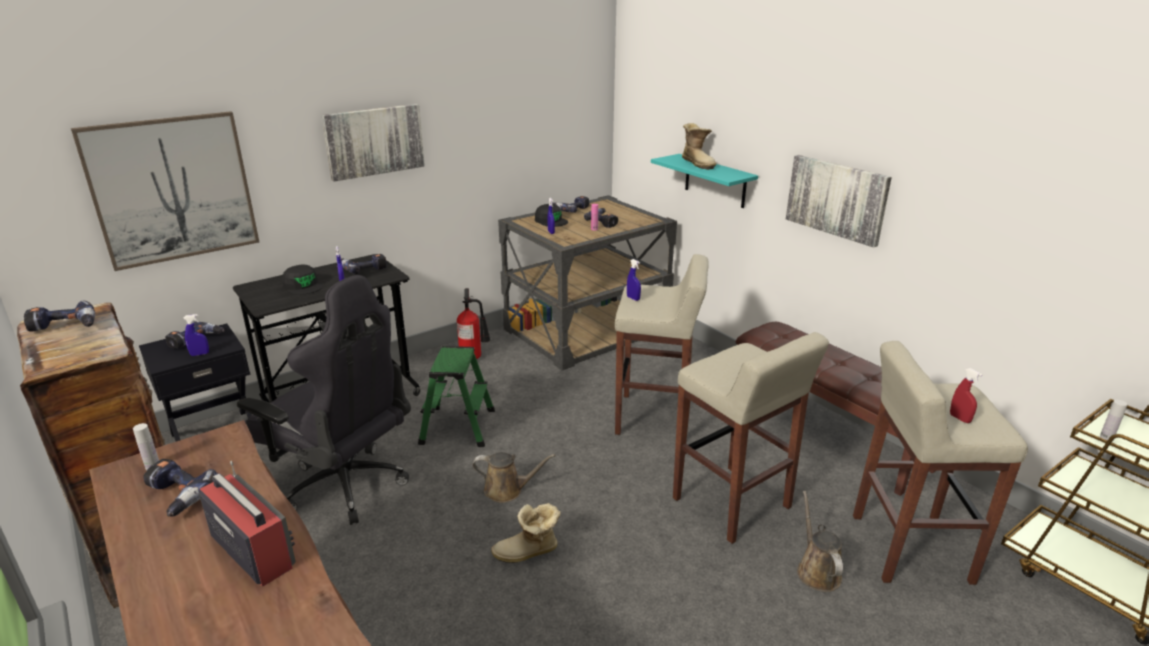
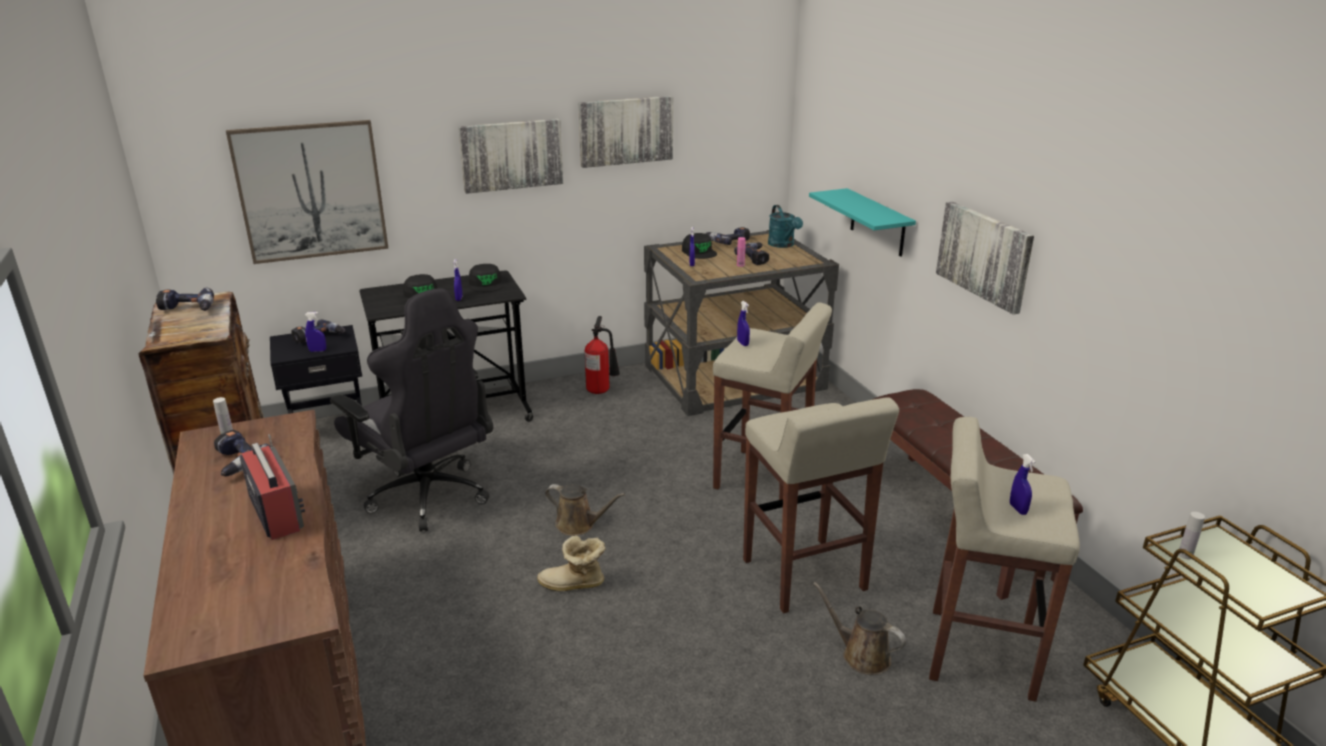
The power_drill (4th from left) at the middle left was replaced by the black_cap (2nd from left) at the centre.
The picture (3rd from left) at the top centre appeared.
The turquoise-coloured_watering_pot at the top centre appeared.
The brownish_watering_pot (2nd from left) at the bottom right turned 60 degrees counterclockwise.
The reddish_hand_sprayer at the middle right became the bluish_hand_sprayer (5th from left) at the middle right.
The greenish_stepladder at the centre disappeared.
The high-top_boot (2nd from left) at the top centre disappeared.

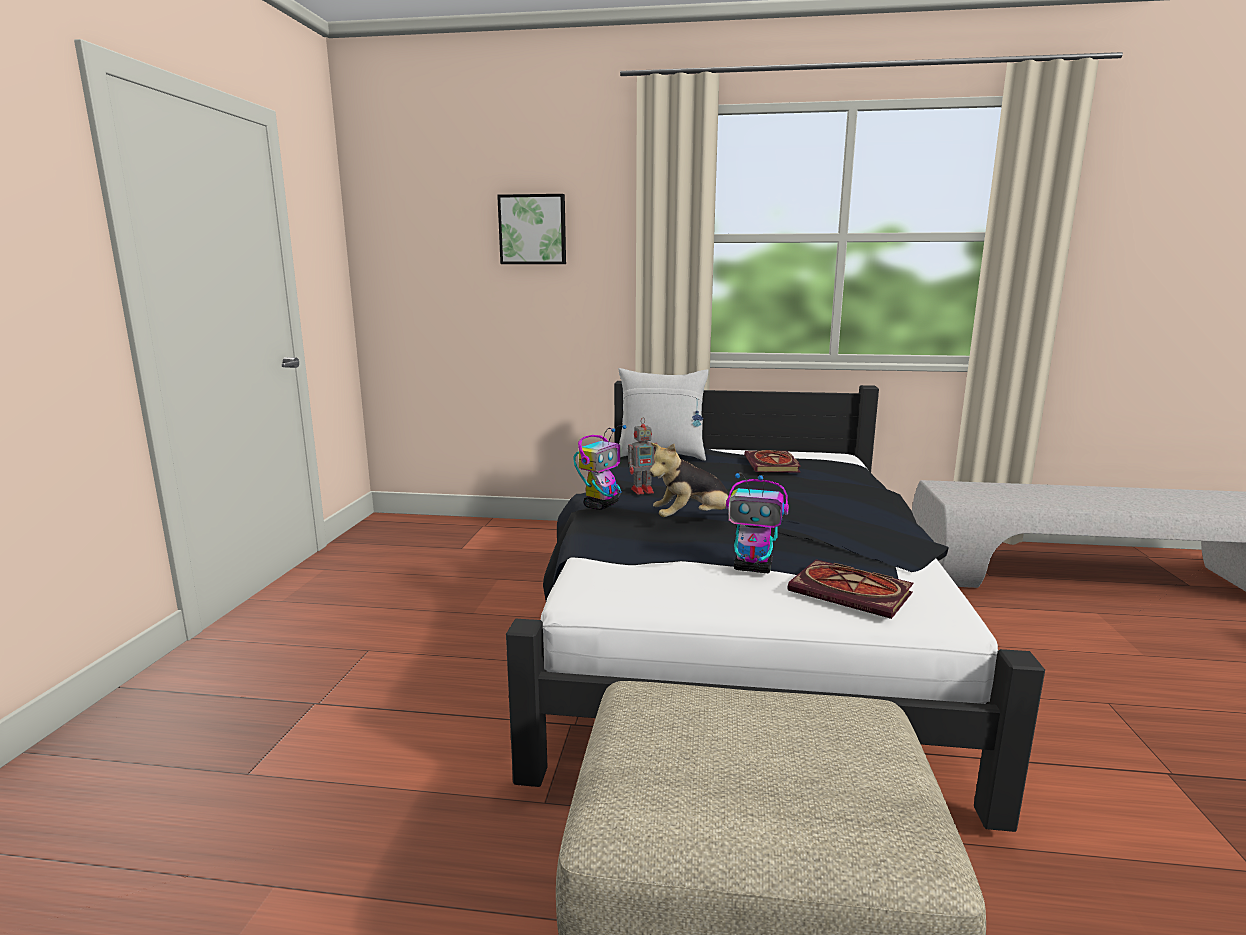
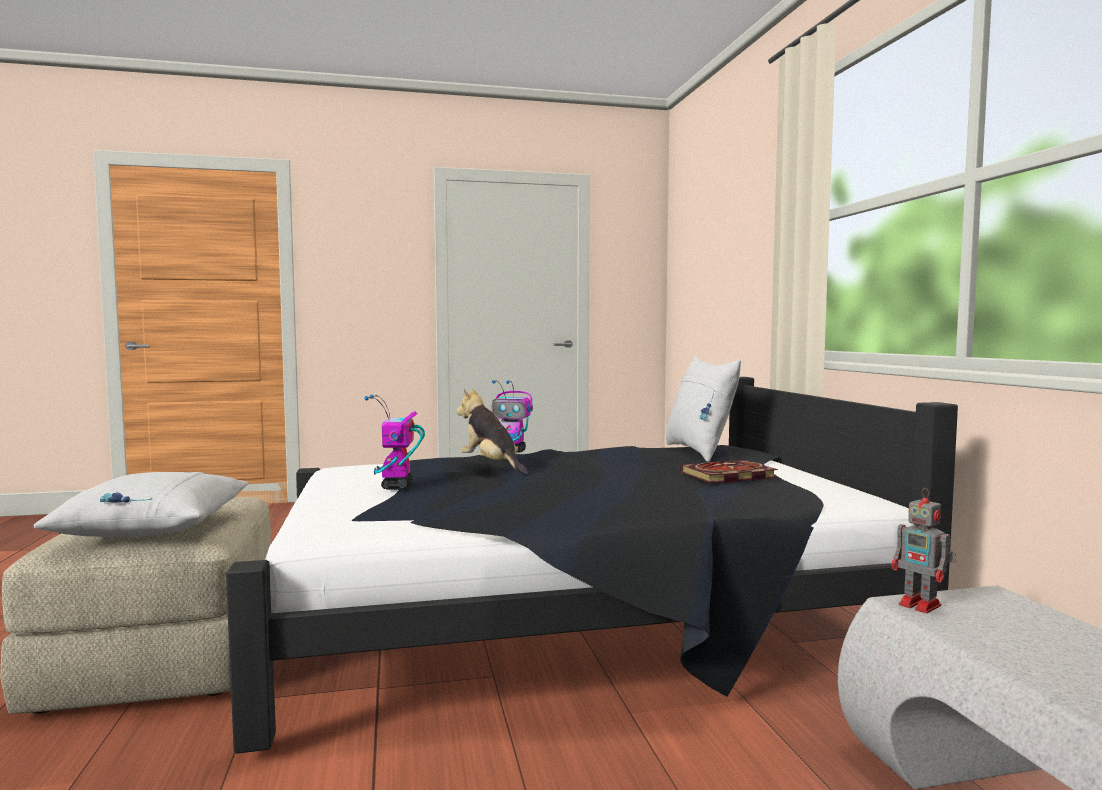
The grey_throw_pillow (1st from left) at the middle left appeared.
The model_robot (2nd from left in the first image) moved from the centre to the bottom right.
The picture at the top centre disappeared.
The book (2nd from left) at the middle right disappeared.

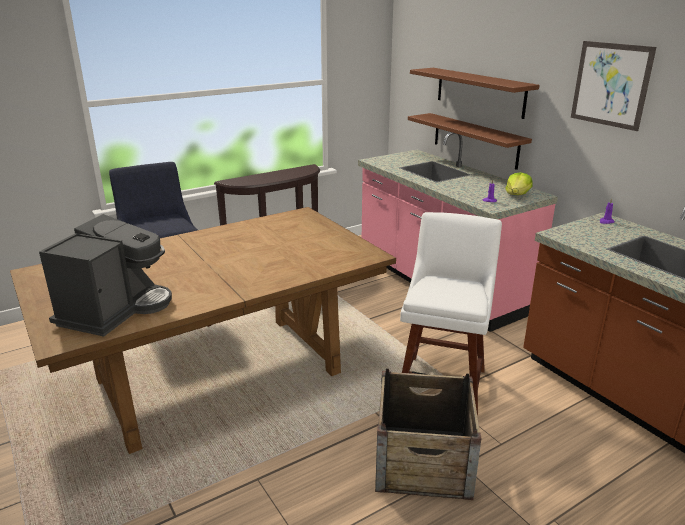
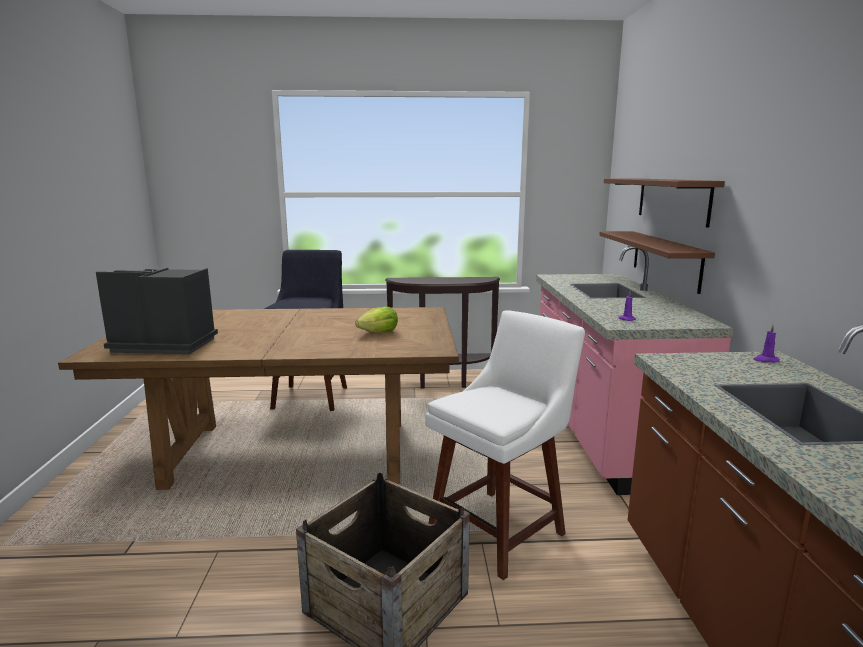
The coffee_maker at the middle left turned 135 degrees counterclockwise.
The lettuce_head moved from the middle right to the centre.
The picture at the top right disappeared.

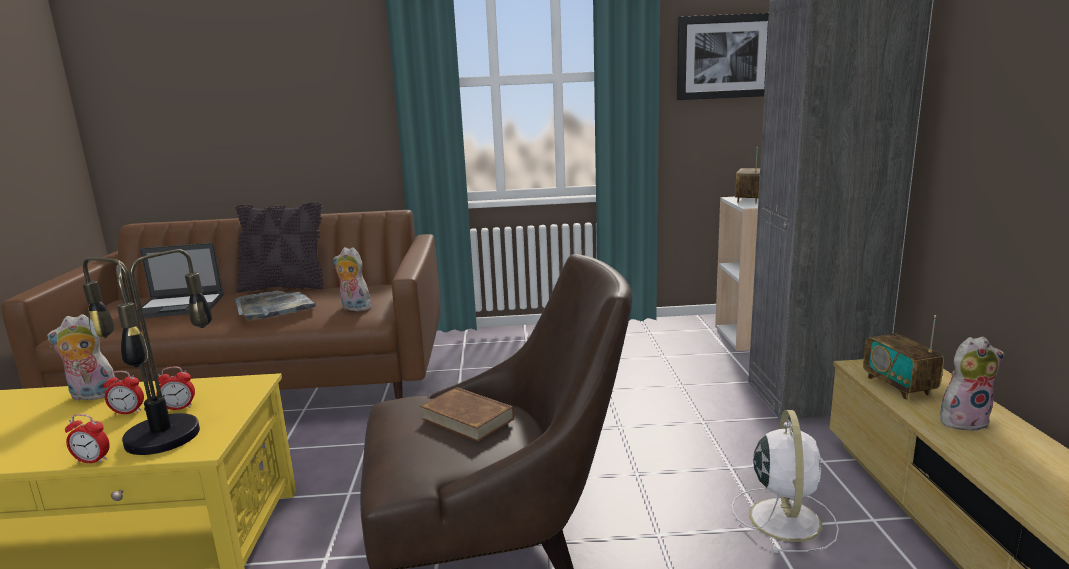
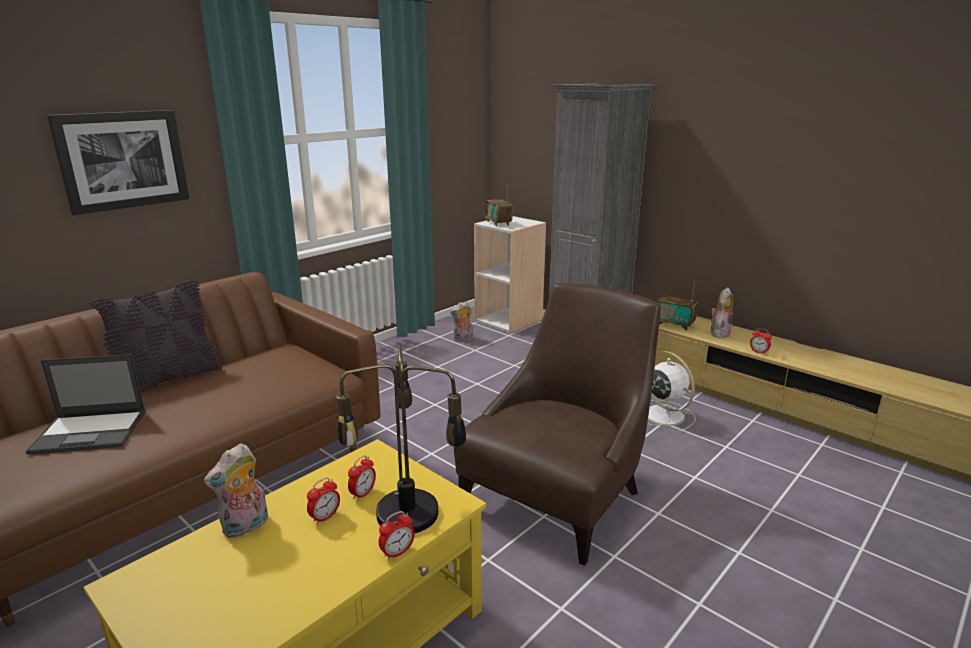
The laptop at the middle left turned 45 degrees clockwise.
The picture moved from the top right to the top left.
The cuddly_toy (2nd from left) moved from the middle left to the centre.
The table_clock (4th from left) at the middle right appeared.
The grey_carrying_tray at the middle left disappeared.
The brownish_book at the bottom centre disappeared.

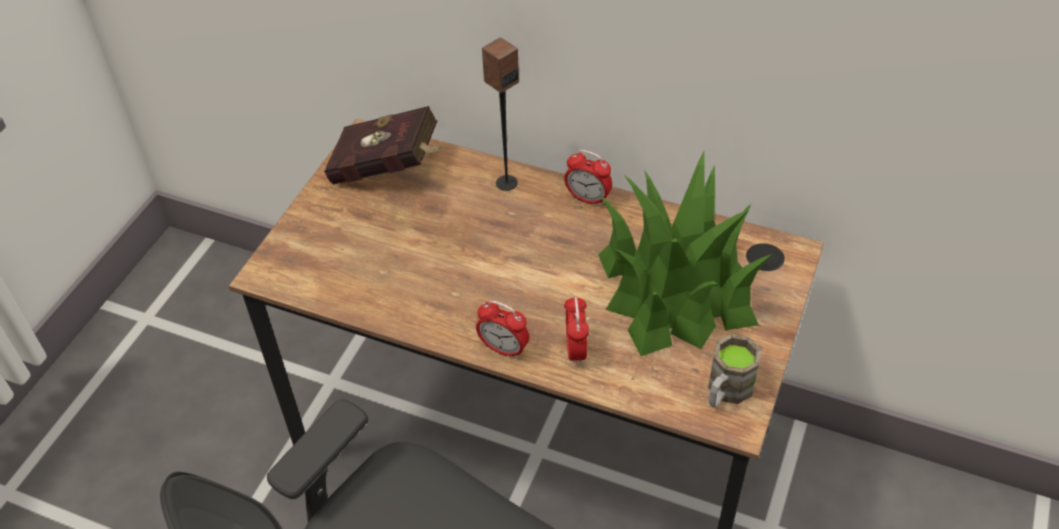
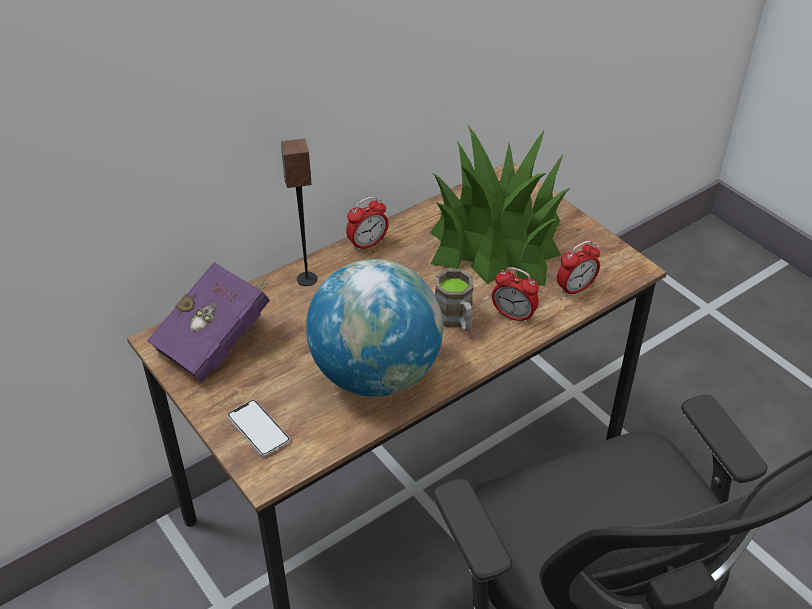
The reddish_book at the top centre became the purple_book at the middle left.
The phone at the bottom left appeared.
The world_globe at the centre appeared.
The brownish_coffee_mug moved from the bottom right to the centre.
The table_clock (1st from left in the first image) moved from the centre to the middle right.

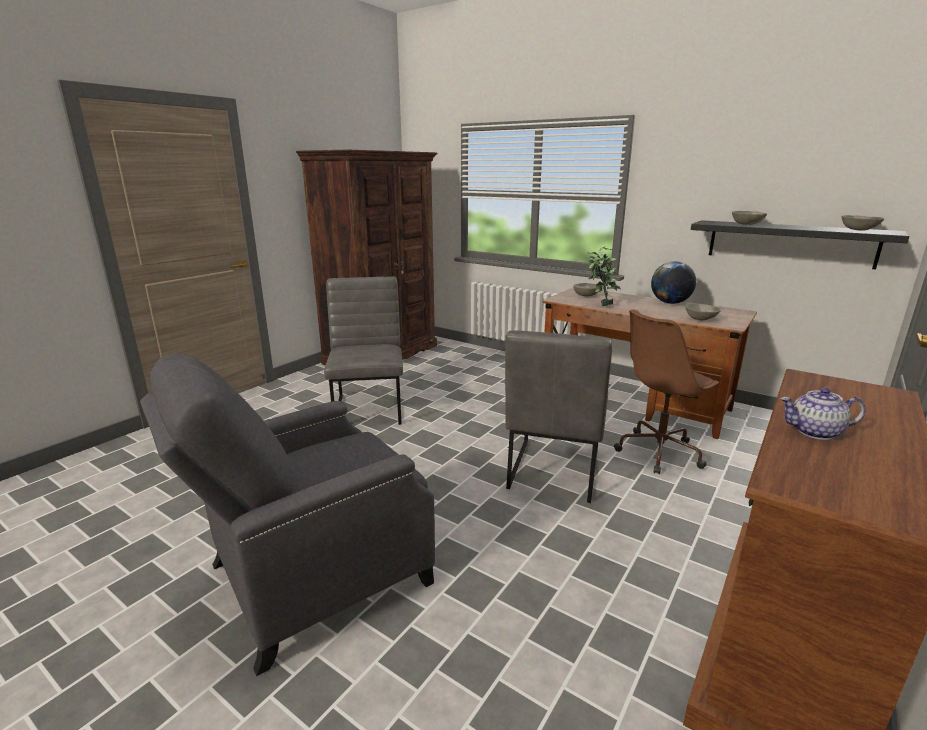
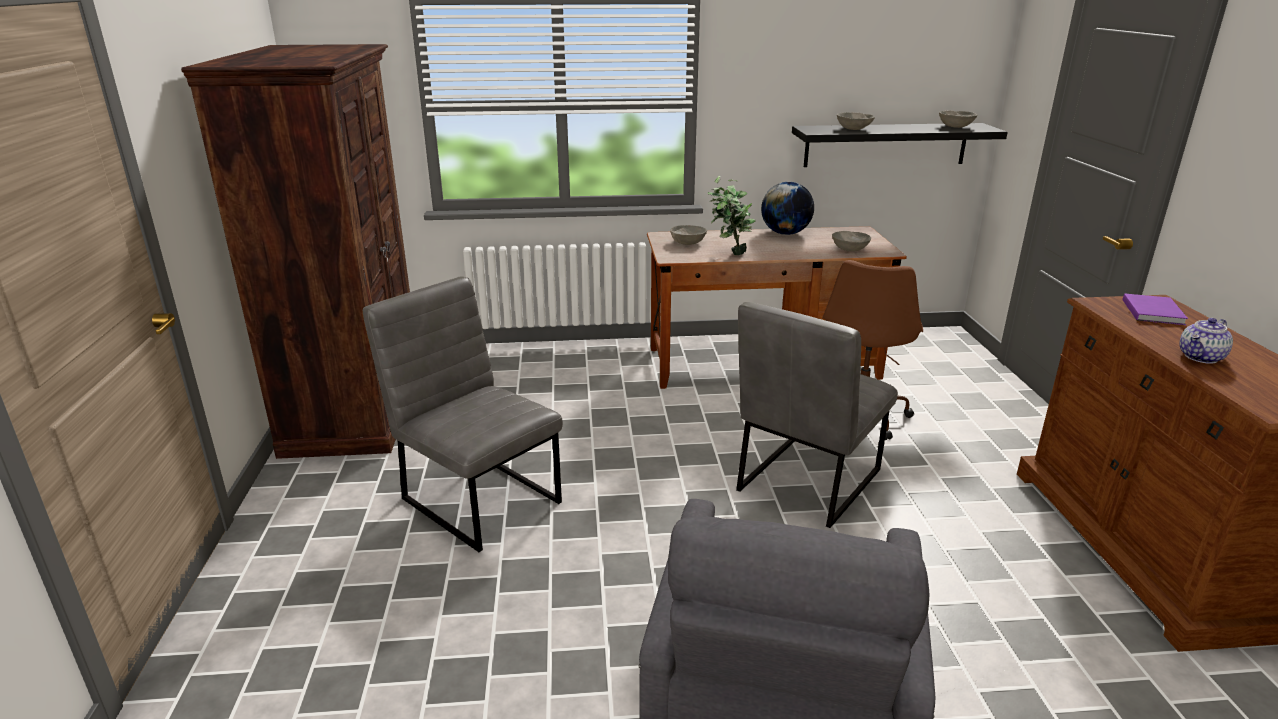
The grey_chair (2nd from left) at the centre turned 60 degrees clockwise.
The purple_book at the middle right appeared.

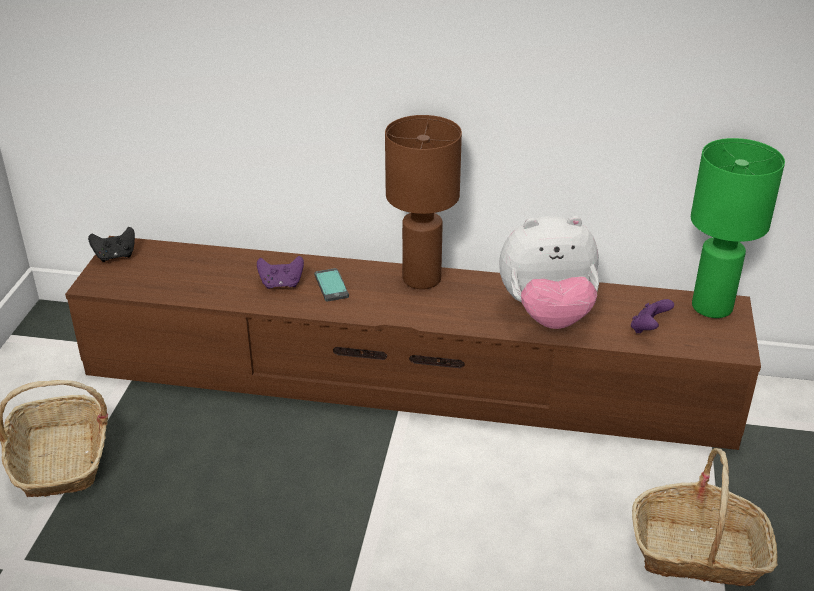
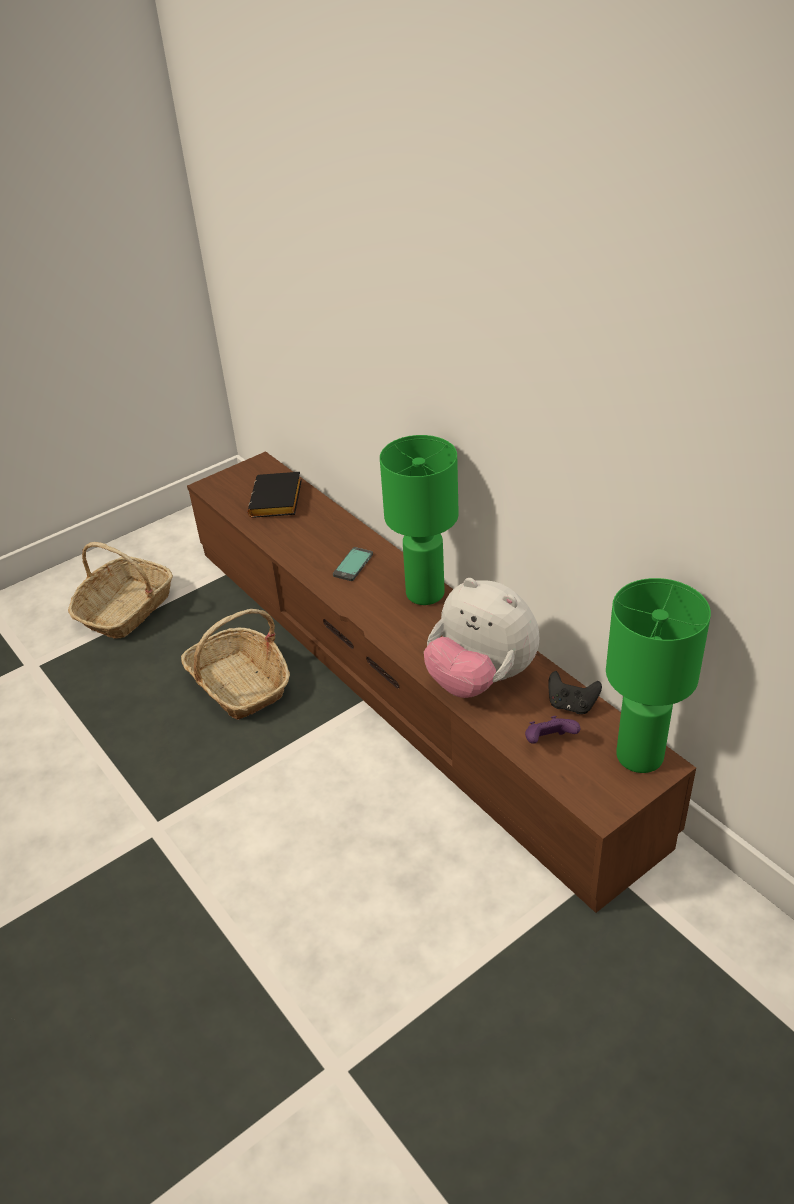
The household_basket (2nd from left) moved from the bottom right to the middle left.
The black_book at the centre appeared.
The brownish_table_lamp at the centre became the greenish_table_lamp (1st from left) at the centre.
The black_gamepad moved from the middle left to the middle right.
The purple_gamepad (1st from left) at the centre disappeared.

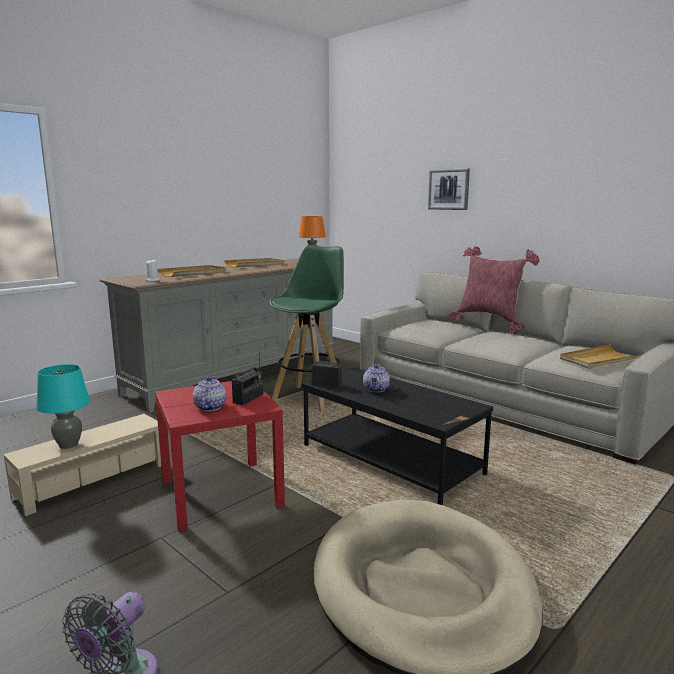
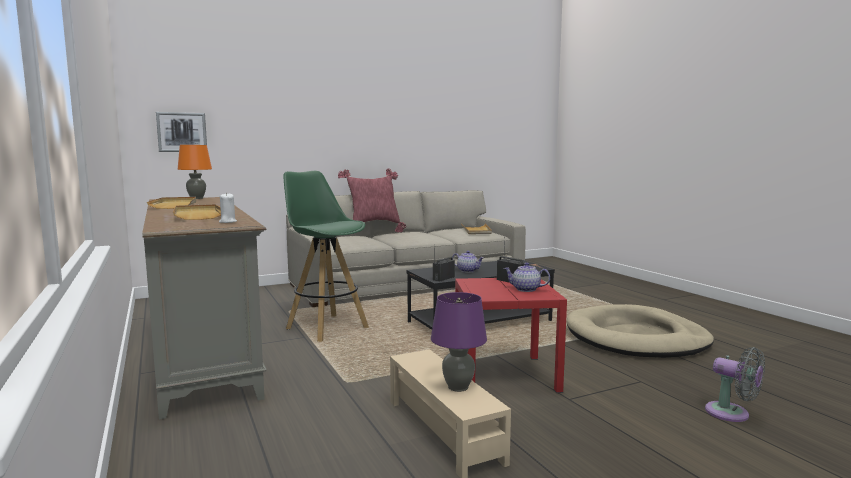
The picture moved from the top centre to the top left.
The turquoise-coloured_table_lamp at the middle left became the purple_table_lamp at the bottom centre.

